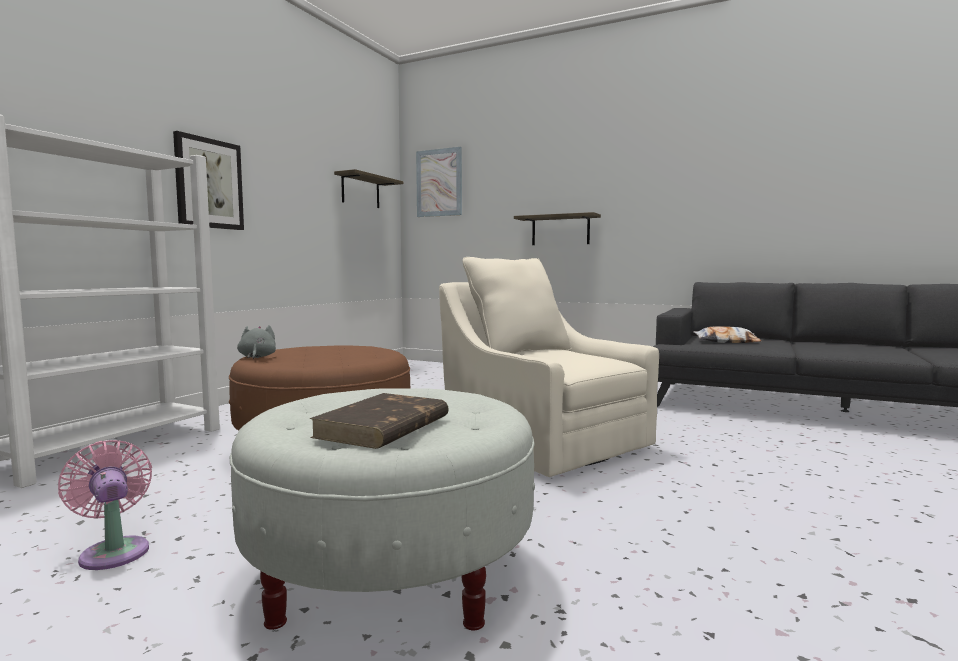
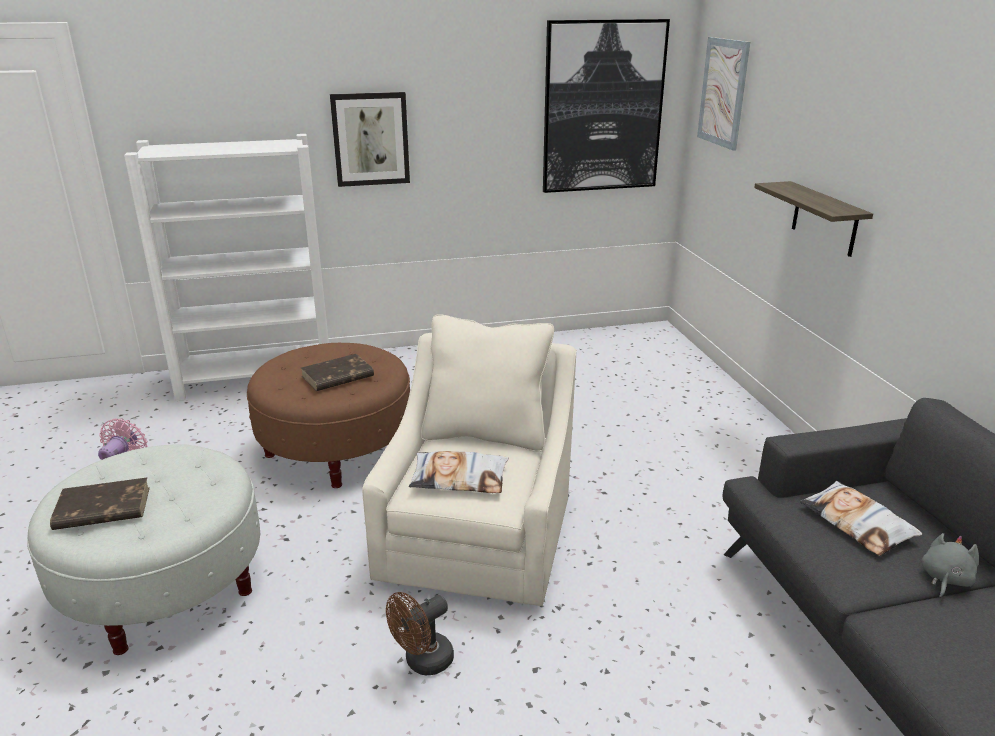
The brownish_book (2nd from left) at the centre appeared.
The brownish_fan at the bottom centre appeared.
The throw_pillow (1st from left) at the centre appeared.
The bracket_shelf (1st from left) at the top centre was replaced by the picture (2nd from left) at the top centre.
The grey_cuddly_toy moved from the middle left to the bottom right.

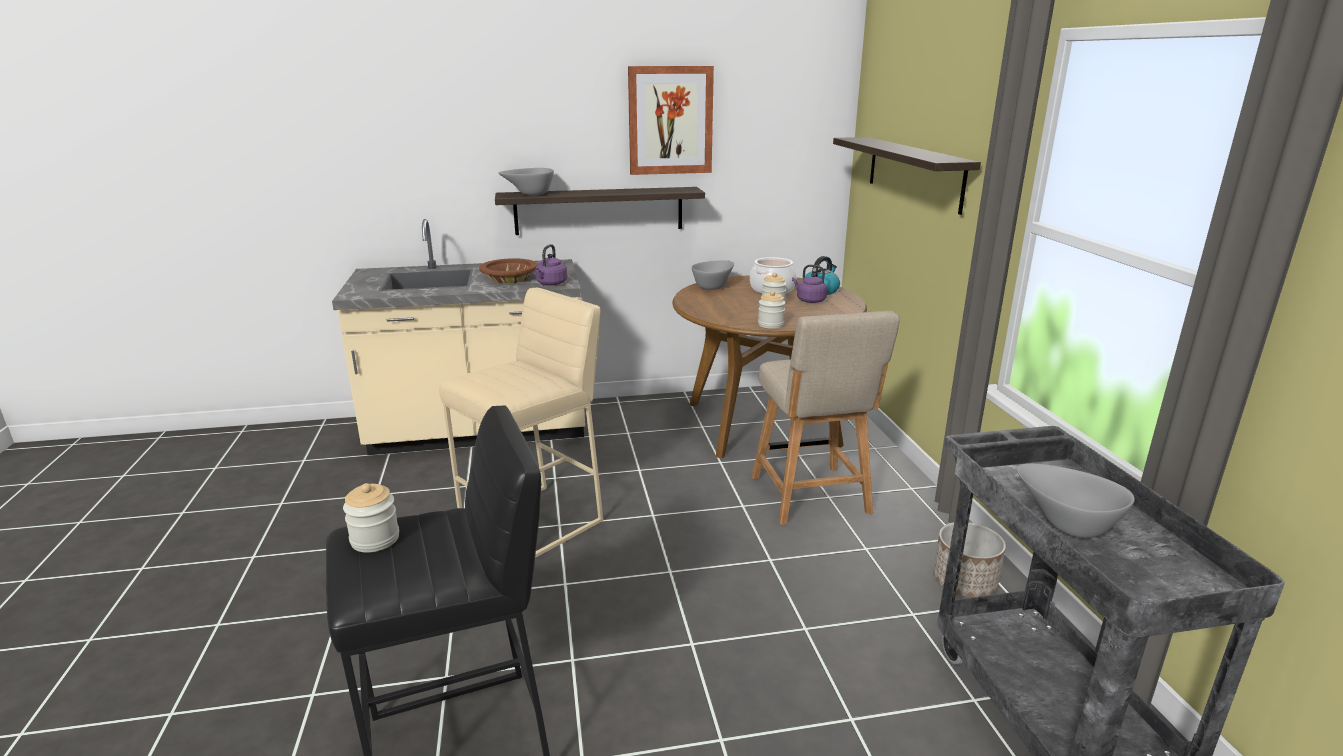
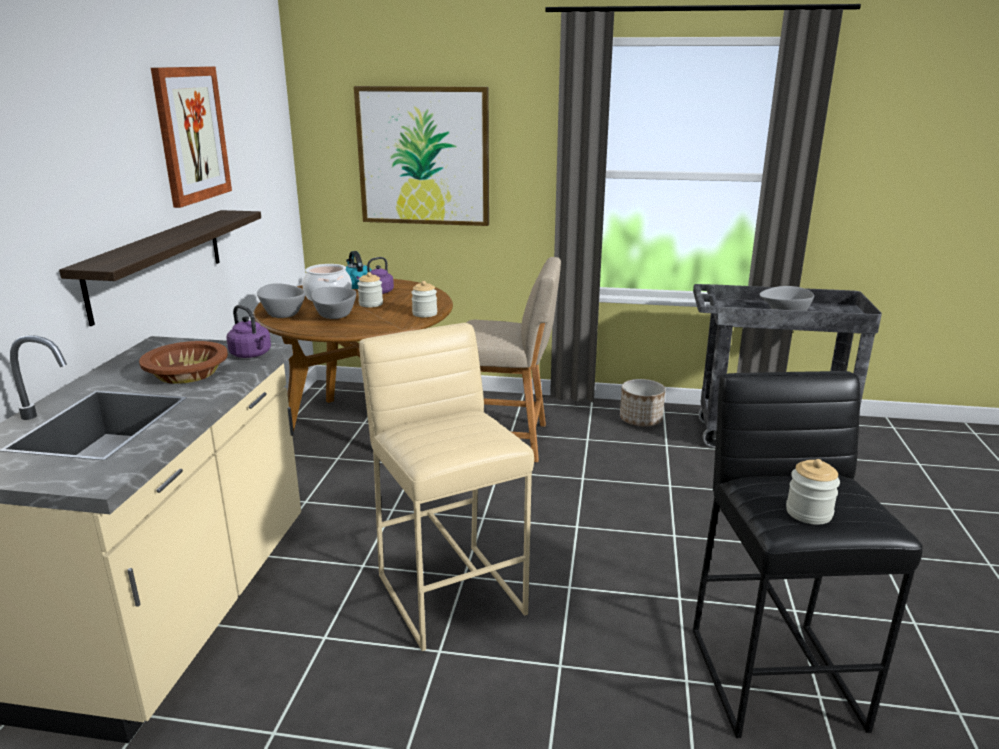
The grey_deep_dish (1st from left in the first image) moved from the top centre to the centre.
The bracket_shelf (2nd from left) at the top right was replaced by the picture (2nd from left) at the top centre.

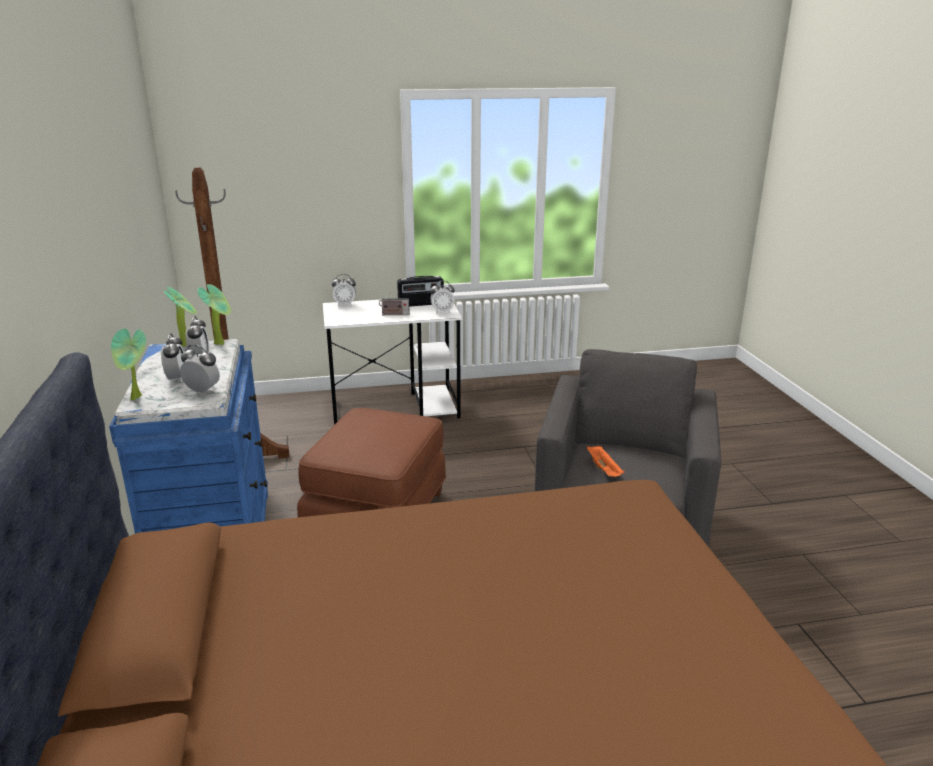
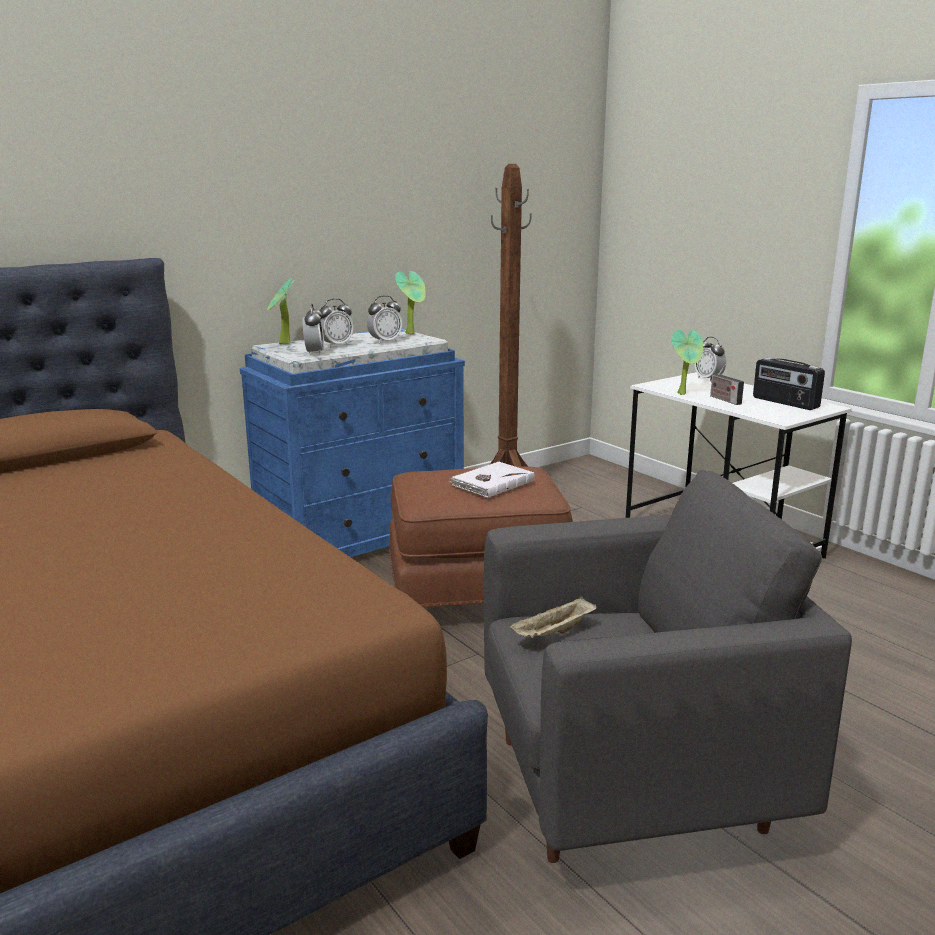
The white_book at the centre appeared.
The orange-coloured_carrying_tray at the centre became the beige-coloured_carrying_tray at the centre.
The houseplant (3rd from left) moved from the middle left to the middle right.
The table_clock (5th from left) at the centre disappeared.

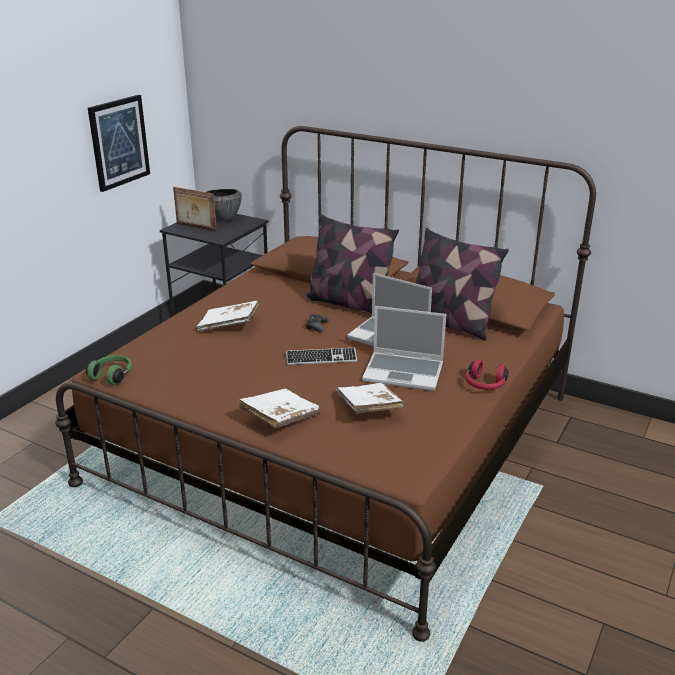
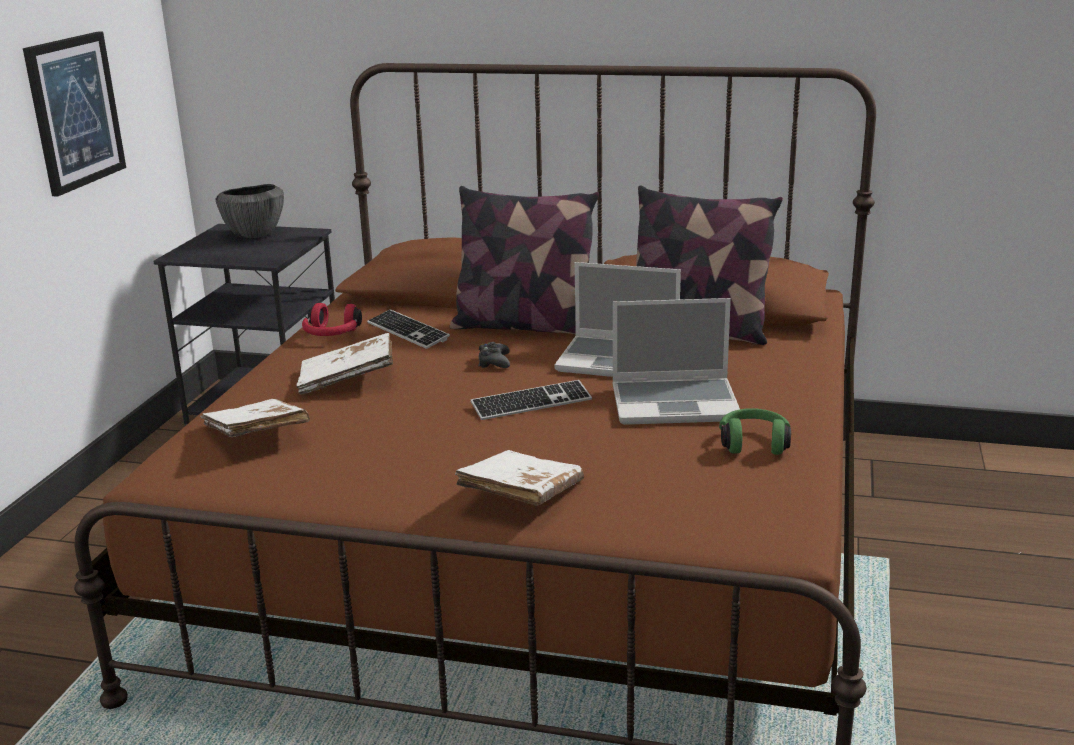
The white_book (3rd from left in the first image) moved from the centre to the middle left.
The reddish_headphones moved from the middle right to the middle left.
The computer_keyboard (1st from left) at the centre appeared.
The greenish_headphones moved from the middle left to the middle right.
The picture_frame at the top left disappeared.

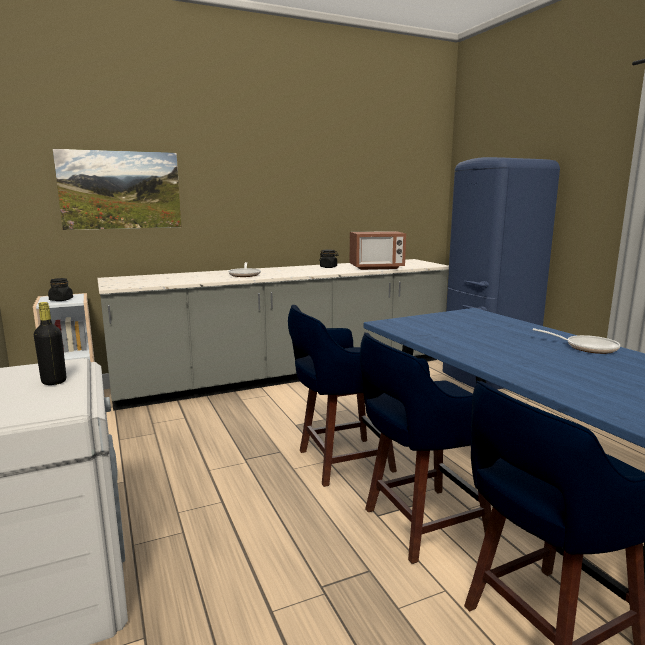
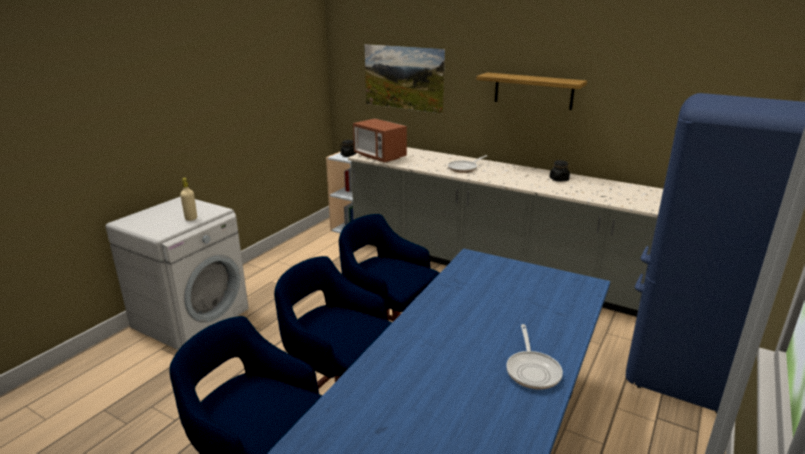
The black_beverage_bottle at the middle left became the beige-coloured_beverage_bottle at the middle left.
The microwave_oven moved from the centre to the top centre.
The bracket_shelf at the top centre appeared.

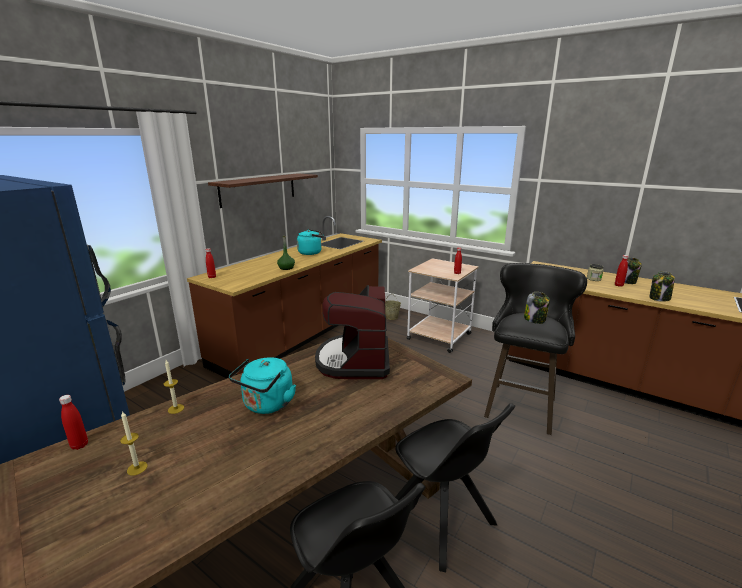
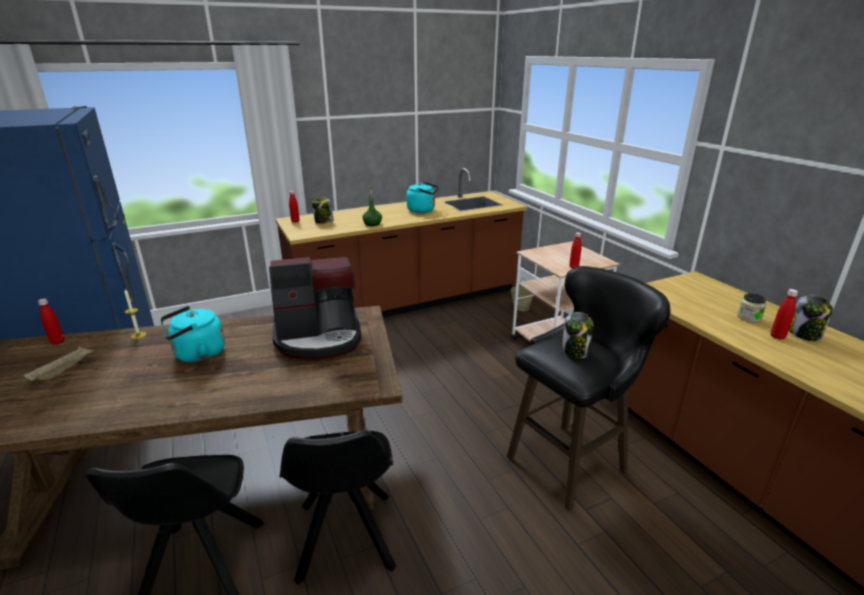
The candle (1st from left) at the bottom left was replaced by the beige-coloured_carrying_tray at the middle left.
The coffee_maker at the centre turned 135 degrees counterclockwise.
The preserve_jar (4th from left in the first image) moved from the middle right to the centre.
The bracket_shelf at the top centre disappeared.

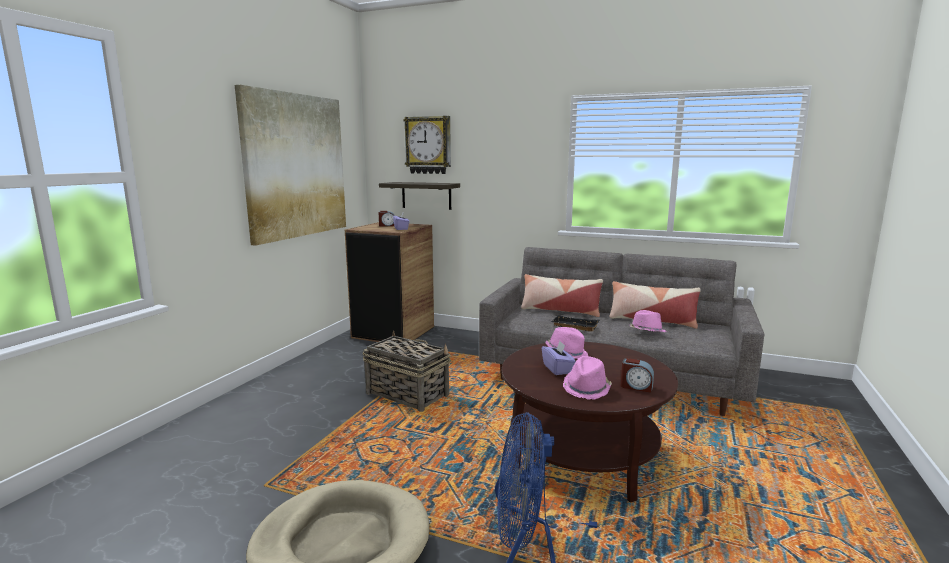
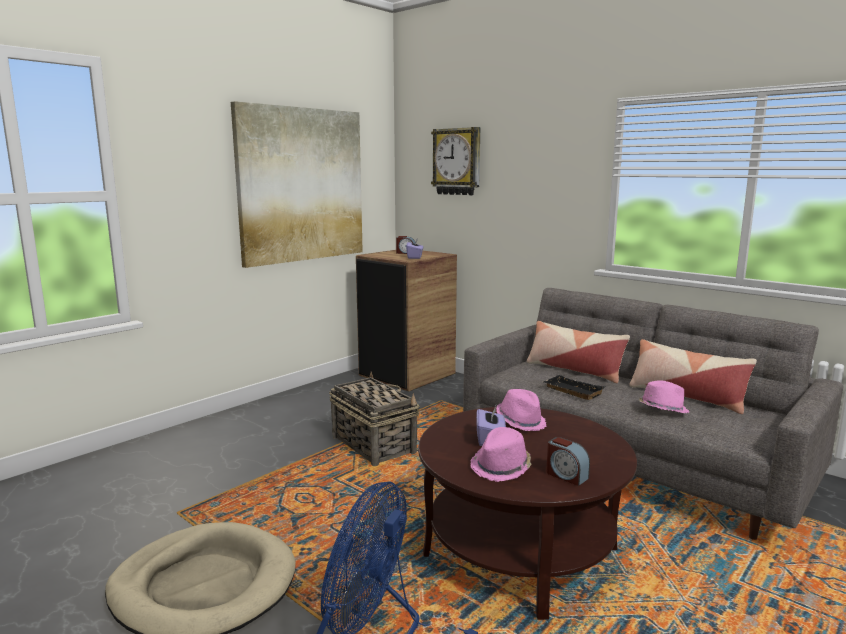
The bracket_shelf at the centre disappeared.

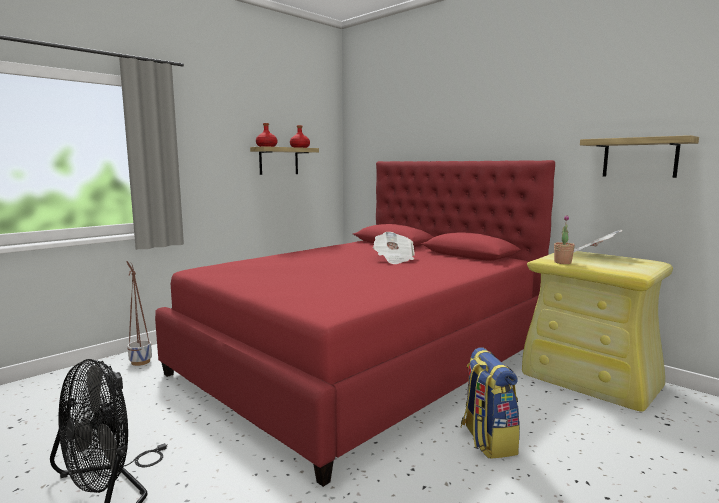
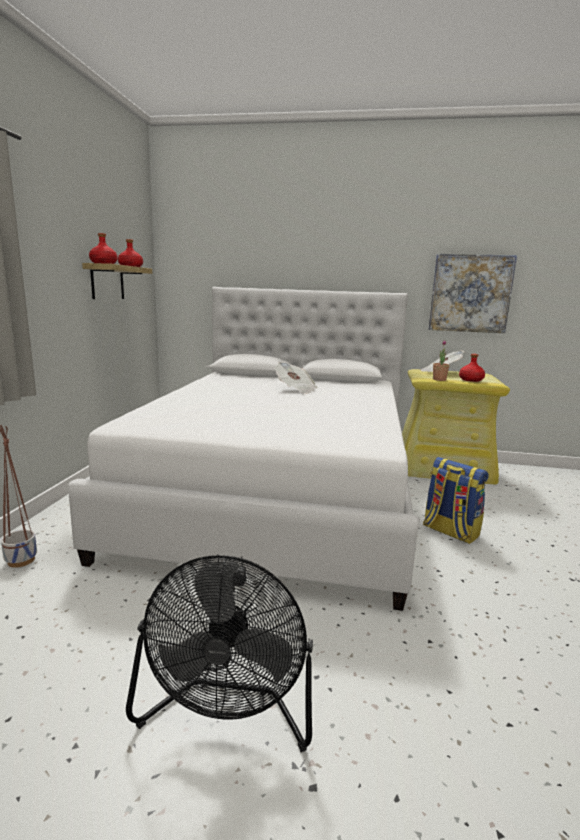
The reddish_sleeping_bed at the centre became the white_sleeping_bed at the centre.
The bracket_shelf (2nd from left) at the top right was replaced by the picture at the middle right.
The reddish_beverage_bottle (3rd from left) at the middle right appeared.

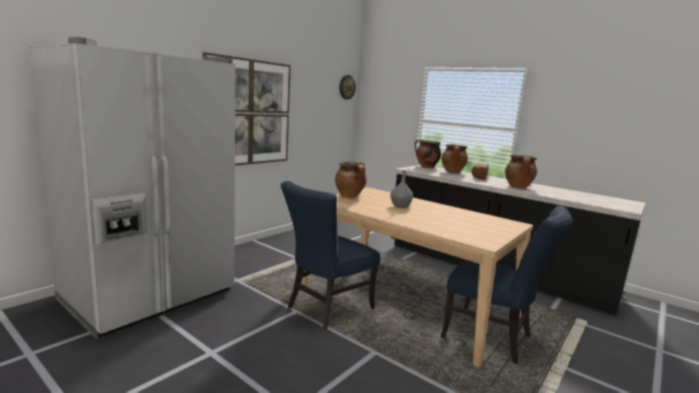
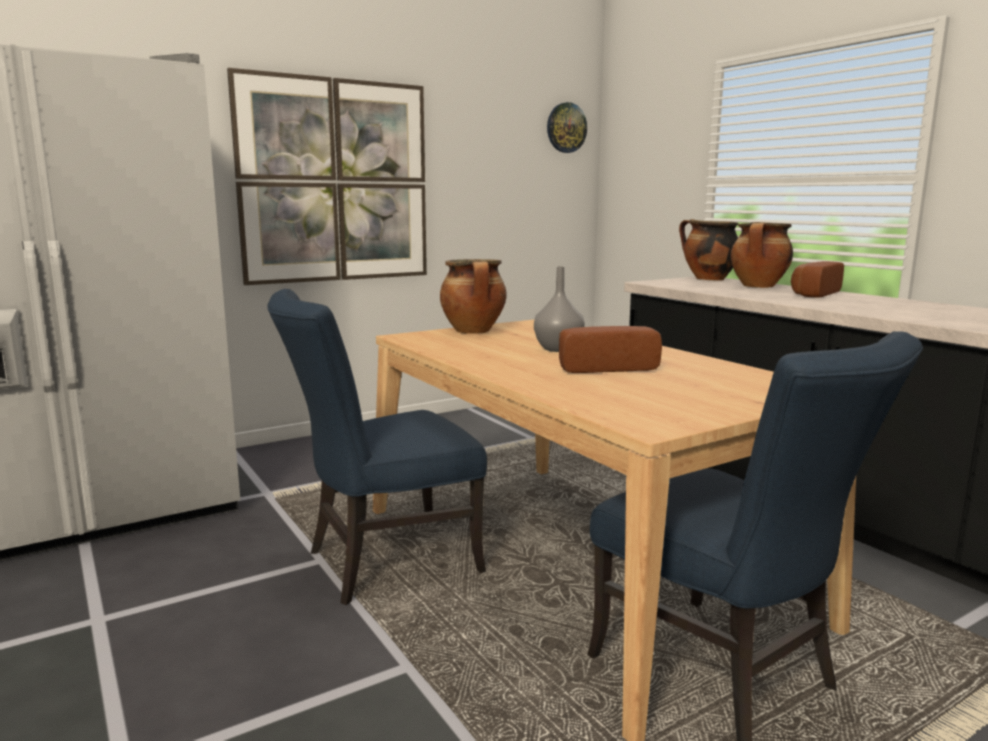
The bread (1st from left) at the centre appeared.
The saucepot (4th from left) at the middle right disappeared.

